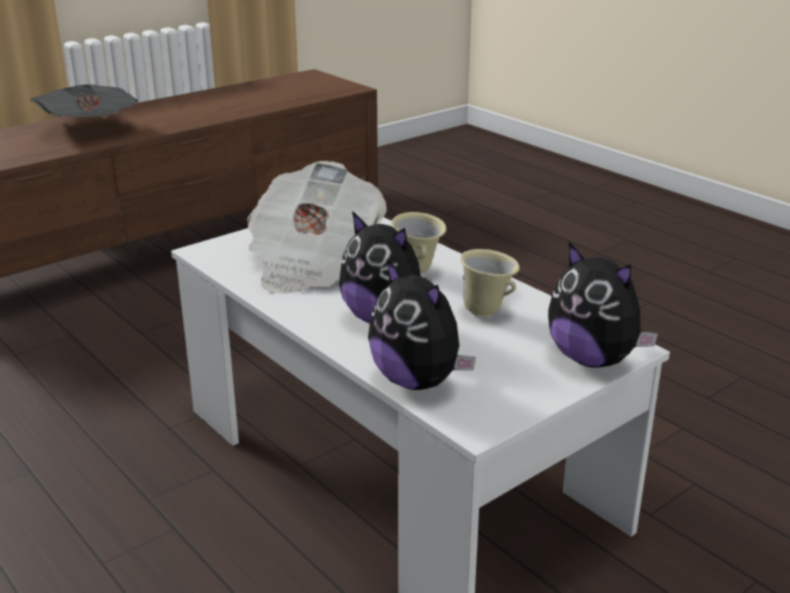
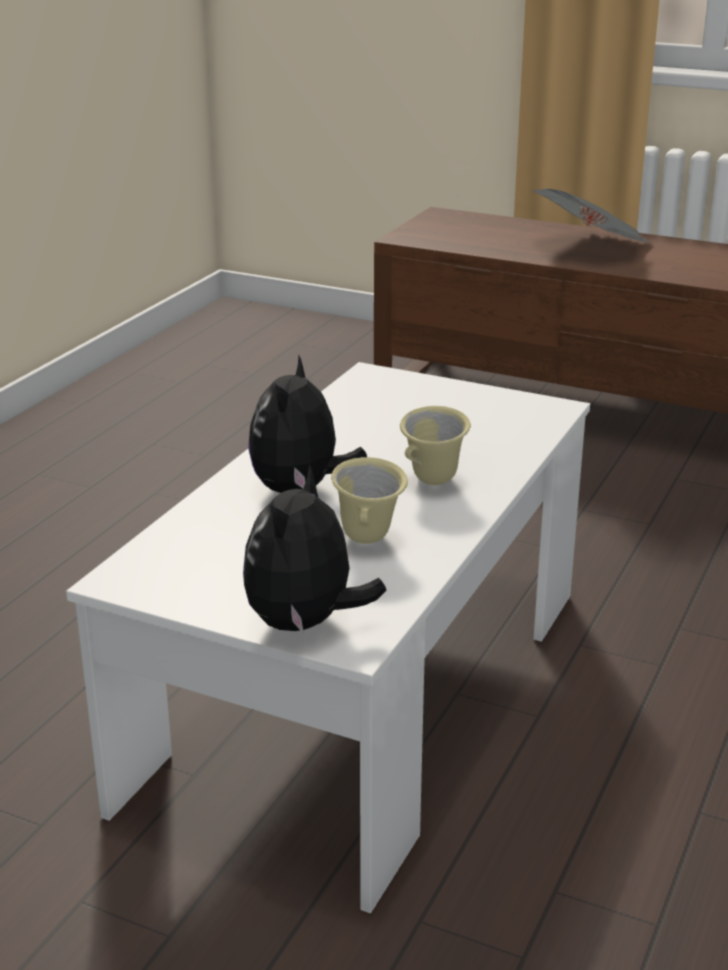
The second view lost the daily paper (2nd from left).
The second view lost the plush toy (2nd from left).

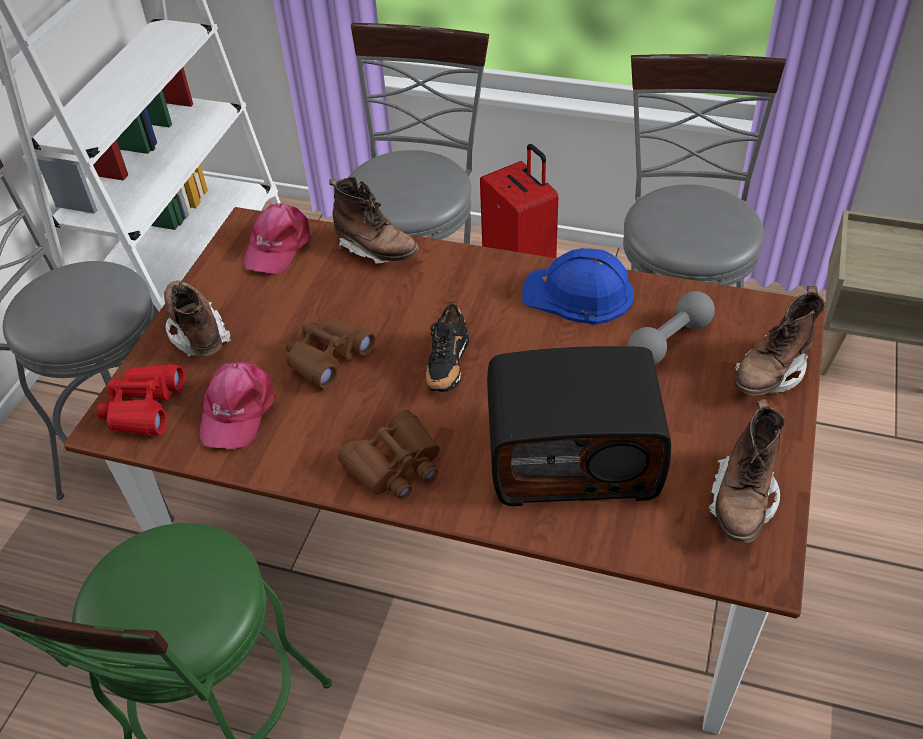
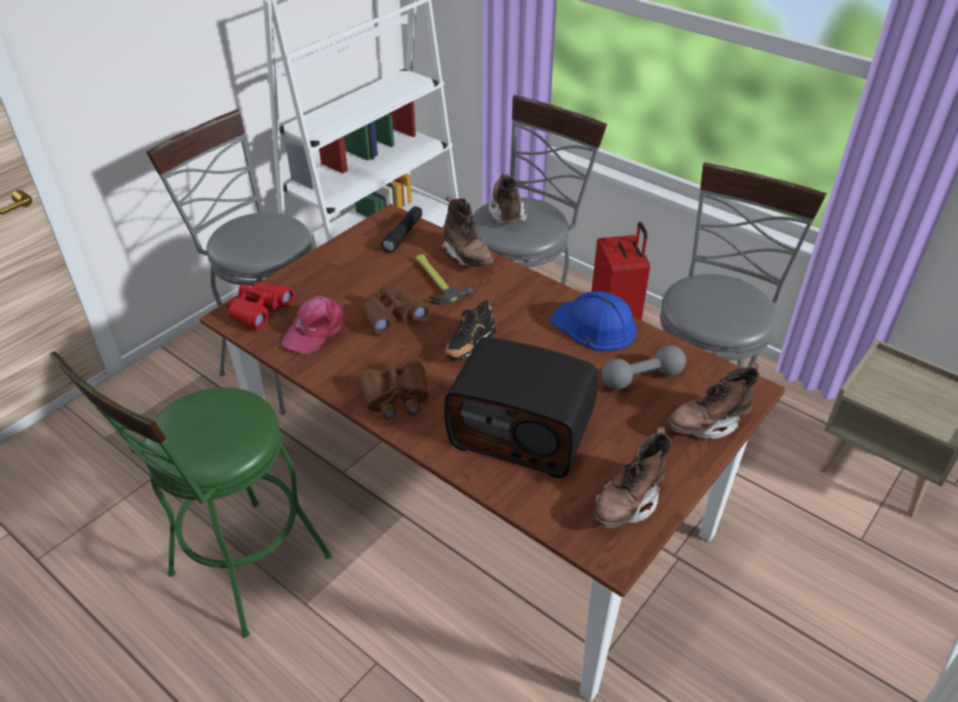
The brown high-top boot (1st from left in the first image) ended up elsewhere.
Where the pinkish baseball cap (2nd from left) stood, the black-coloured flashlight came to stand.
The second view gained the hammer.

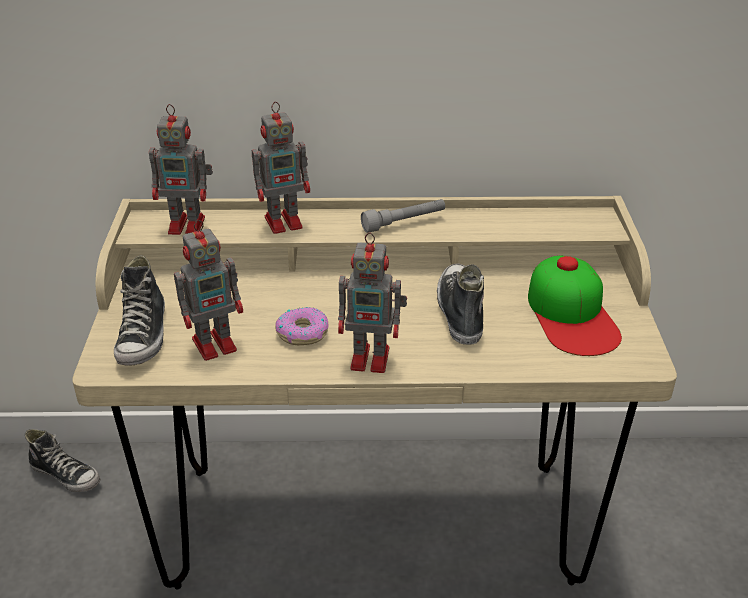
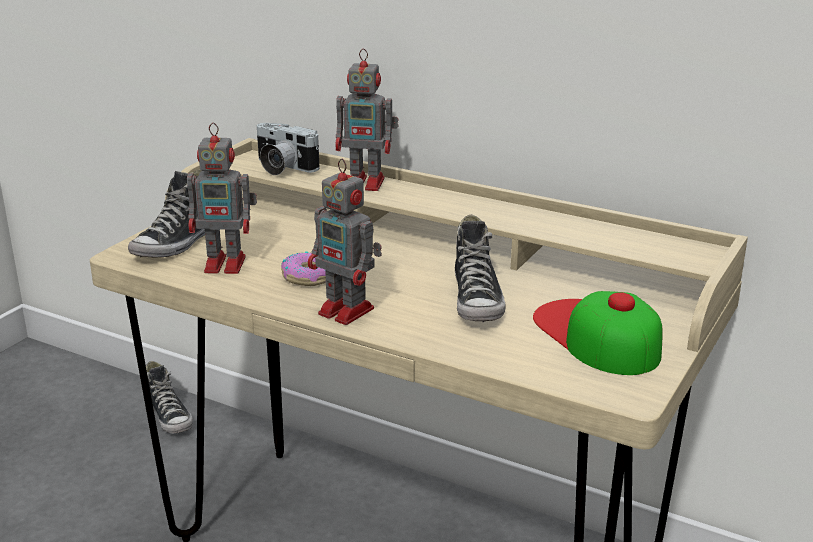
Where the model robot (1st from left) stood, the still camera came to stand.
The second view lost the greyish flashlight.
The shoe (3rd from left) ended up facing another way, 150 degrees clockwise from before.
The baseball cap ended up facing another way, 135 degrees clockwise from before.

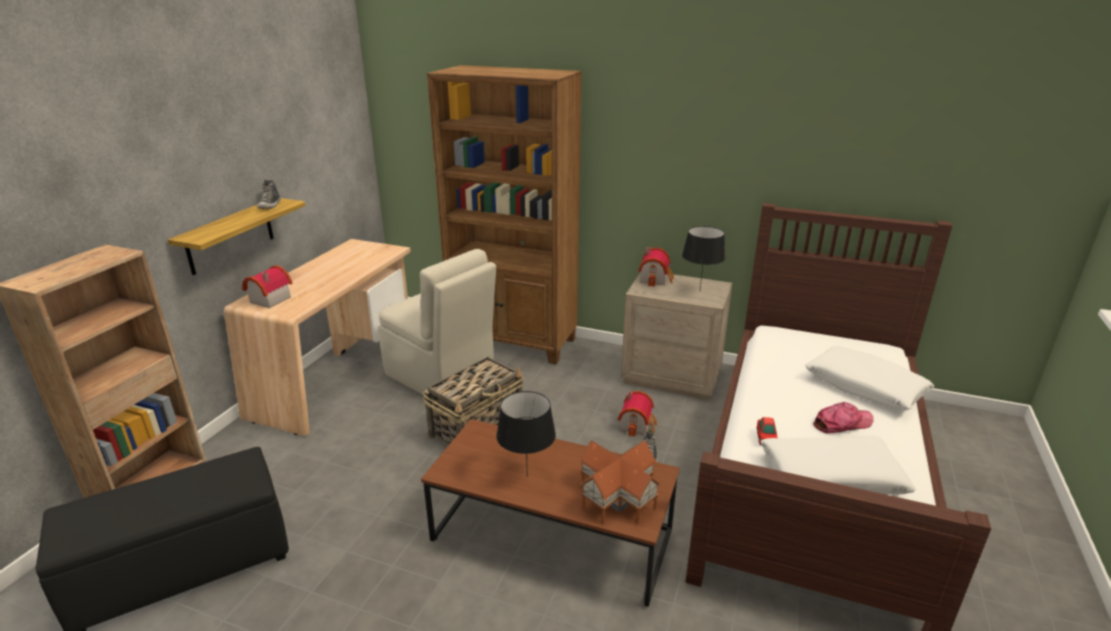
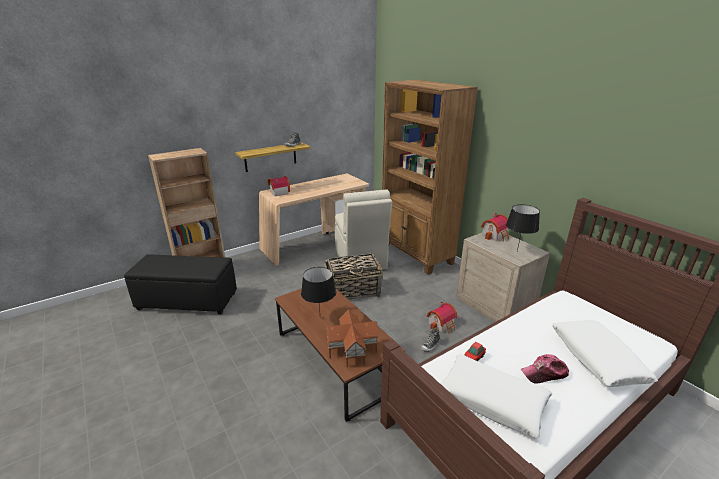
The baseball cap ended up facing another way, 150 degrees clockwise from before.

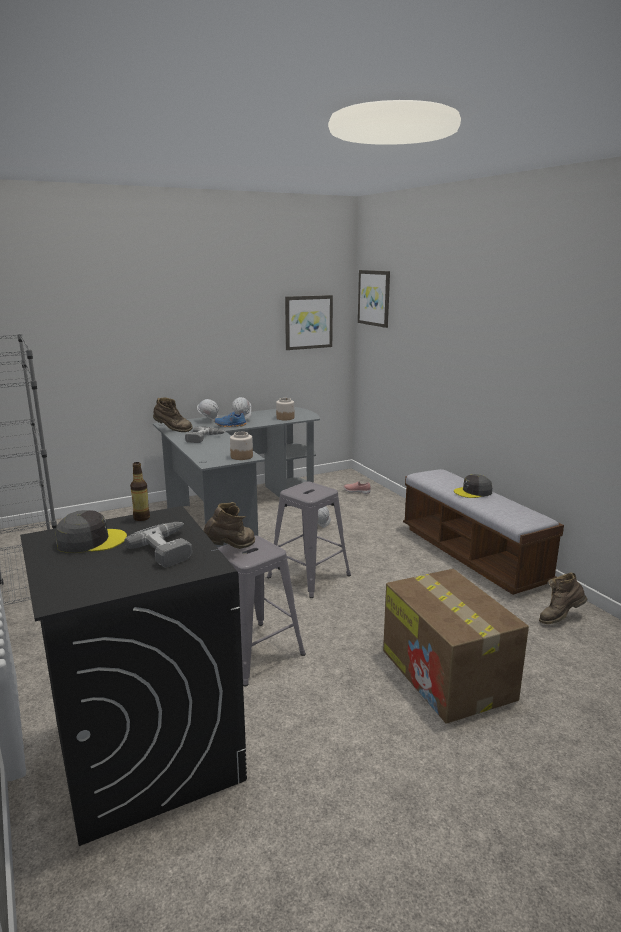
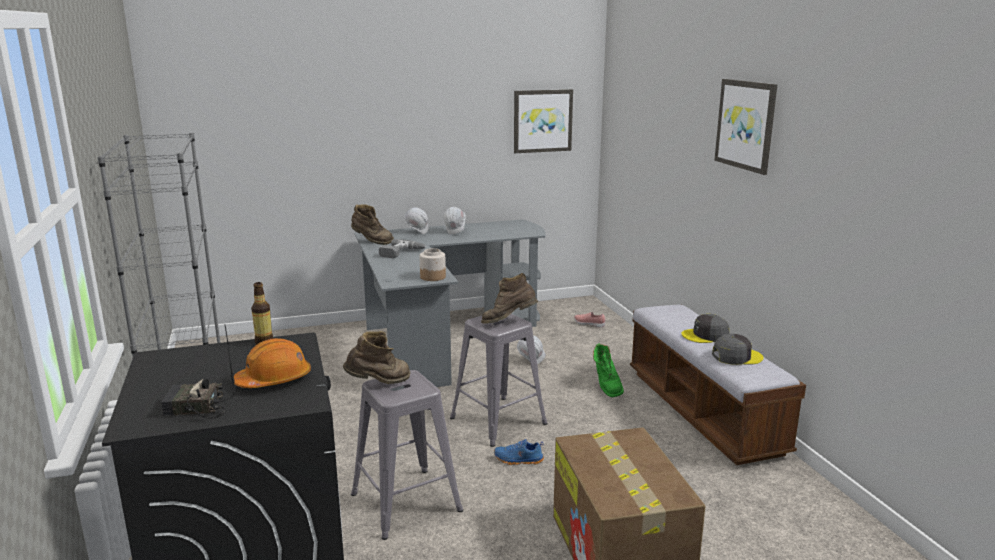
The greyish baseball cap (1st from left in the first image) ended up elsewhere.
Where the electric drill (1st from left) stood, the orange-coloured hard hat came to stand.
The bluish shoe ended up elsewhere.
The second view lost the jar (2nd from left).
The wall art (2nd from left) ended up elsewhere.
The brown high-top boot (3rd from left) ended up elsewhere.
The second view gained the radio.
The second view gained the green-coloured high-top boot.

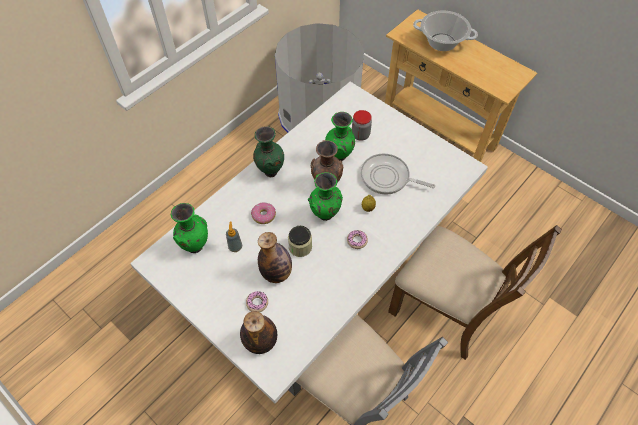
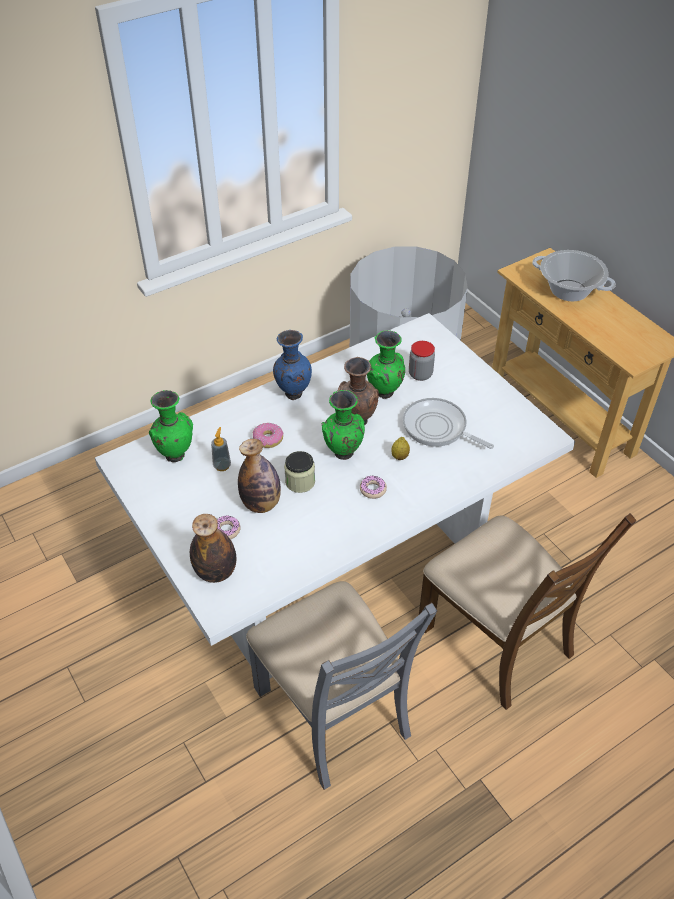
What was the green-coloured decorative vase (2nd from left) turned into the bluish decorative vase.

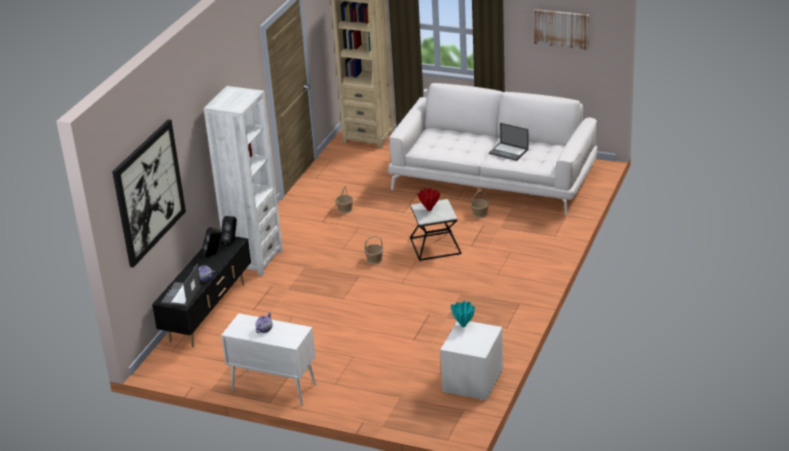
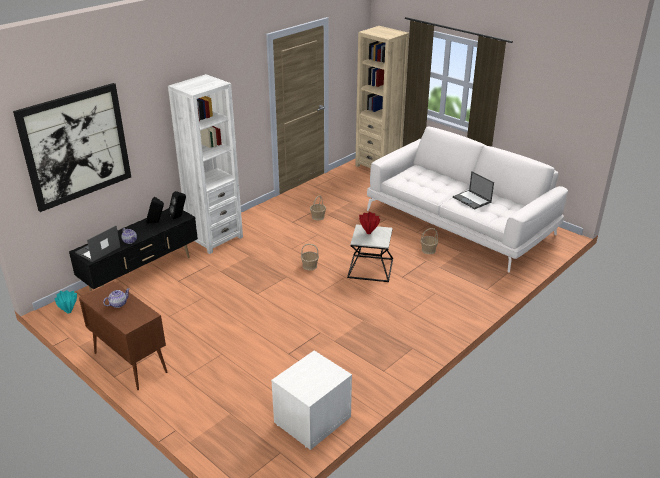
What was the white cabinet turned into the brown cabinet.
The blue-green decorative vase ended up elsewhere.
The second view lost the wall art (2nd from left).

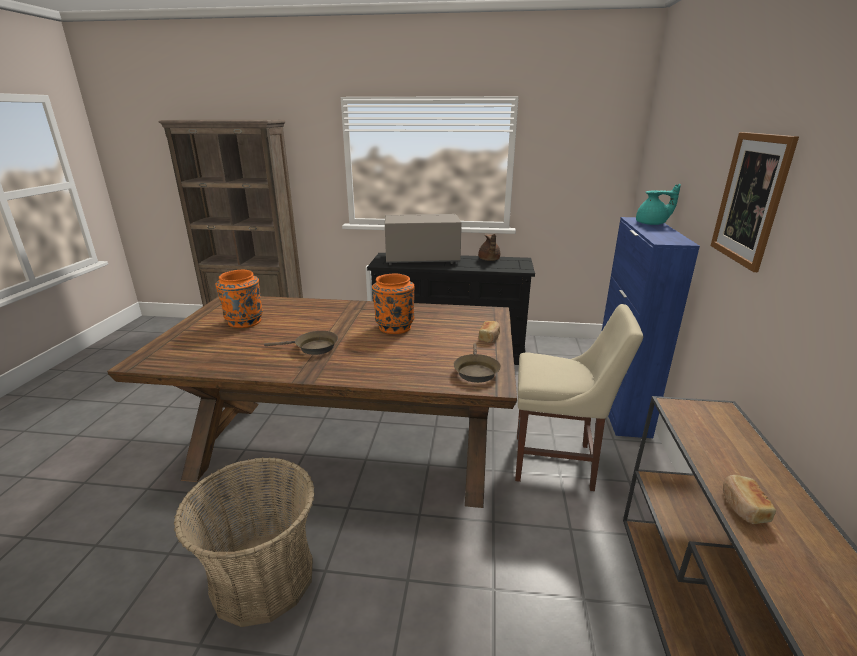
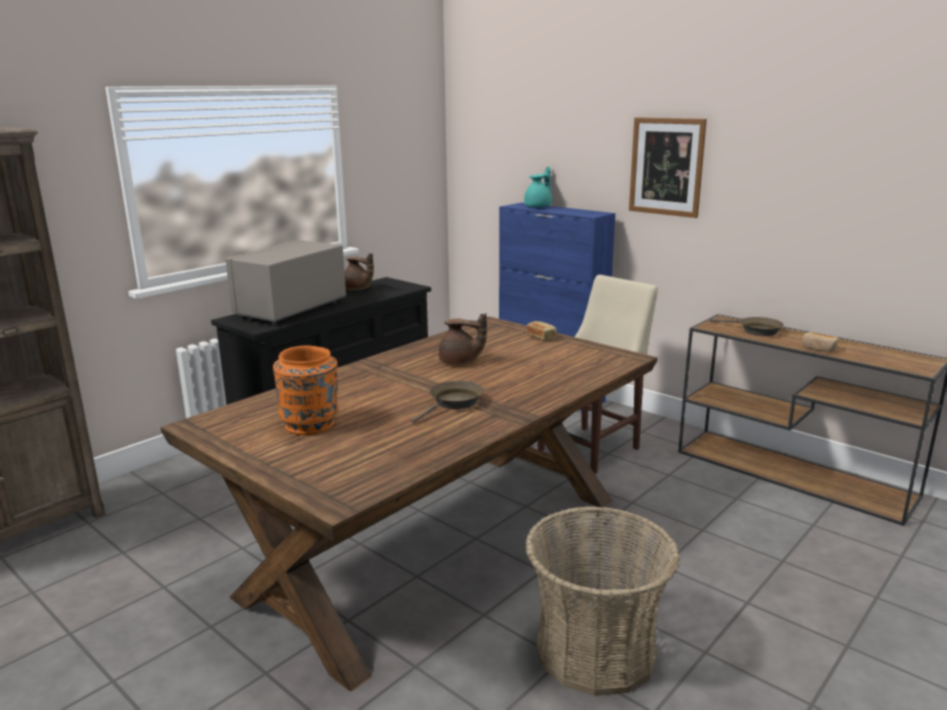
Where the orange-coloured decorative vase (2nd from left) stood, the brown pot for tea (2nd from left) came to stand.
The brown pan (2nd from left) ended up elsewhere.

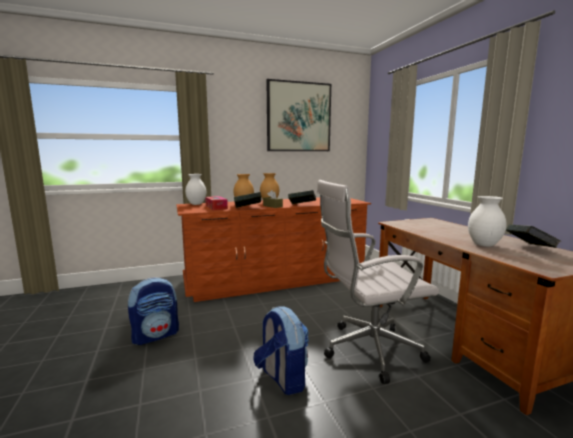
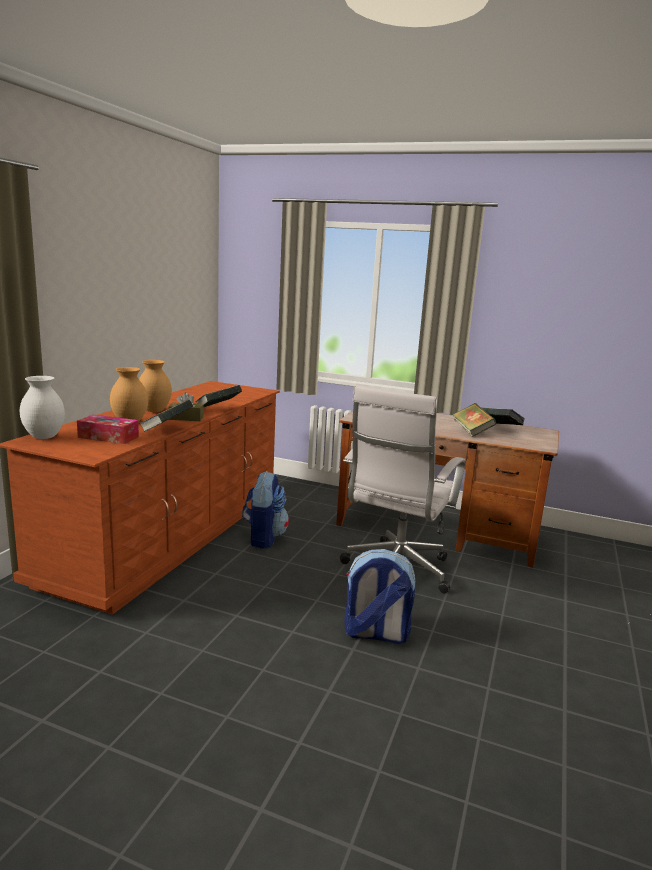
The rucksack (1st from left) ended up elsewhere.
The second view lost the wall art.
Where the white decorative vase (2nd from left) stood, the bound book (3rd from left) came to stand.

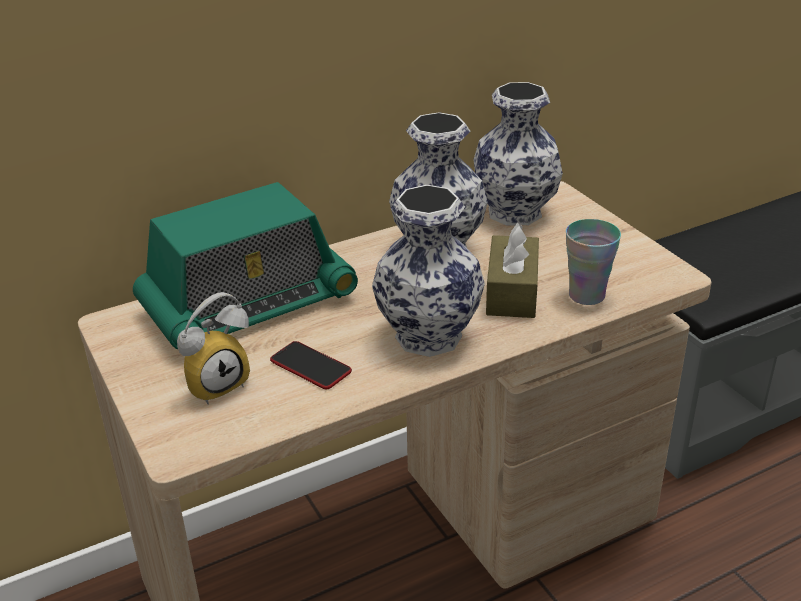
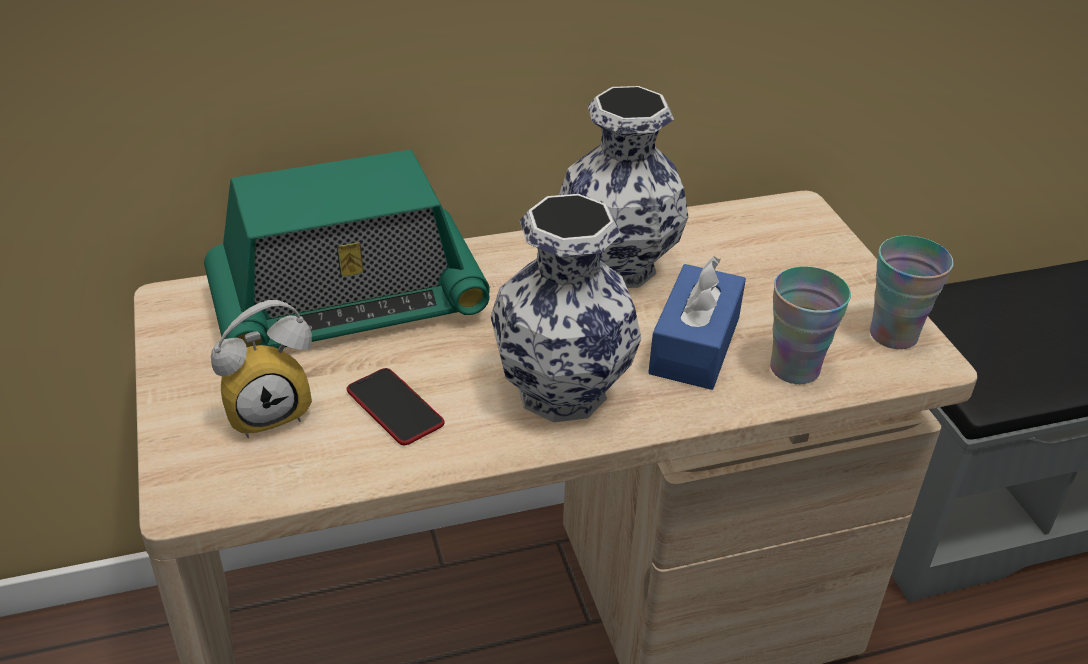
The second view lost the decorative vase (3rd from left).
What was the brown tissue holder turned into the bluish tissue holder.
The second view gained the small cup (2nd from left).

